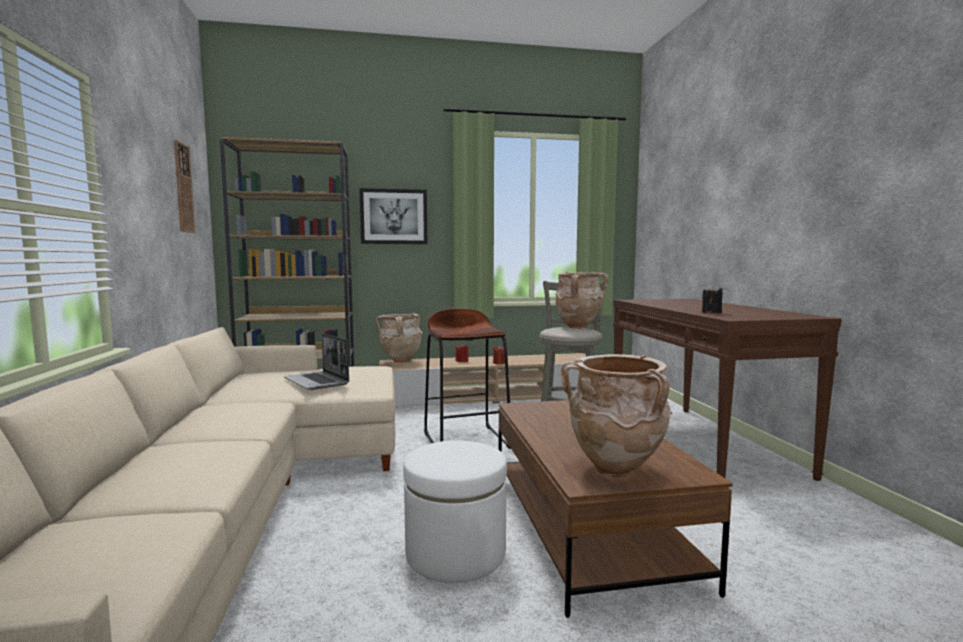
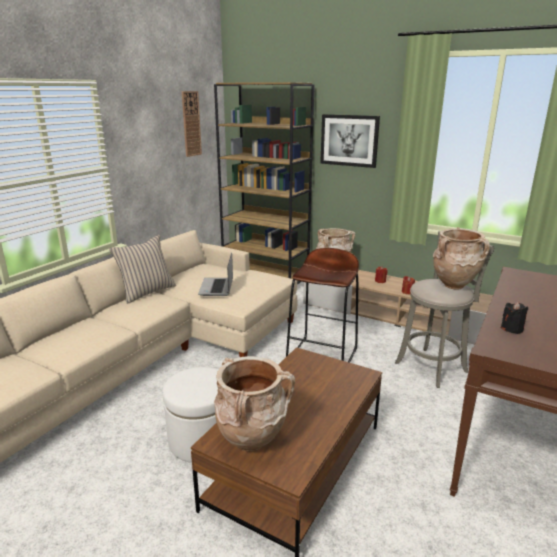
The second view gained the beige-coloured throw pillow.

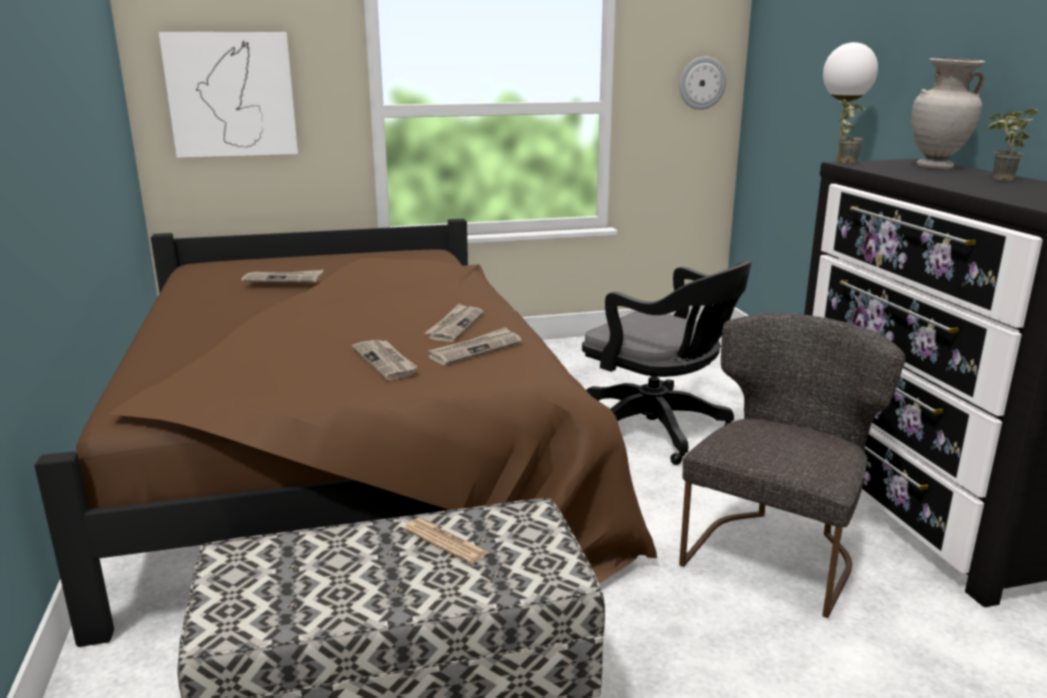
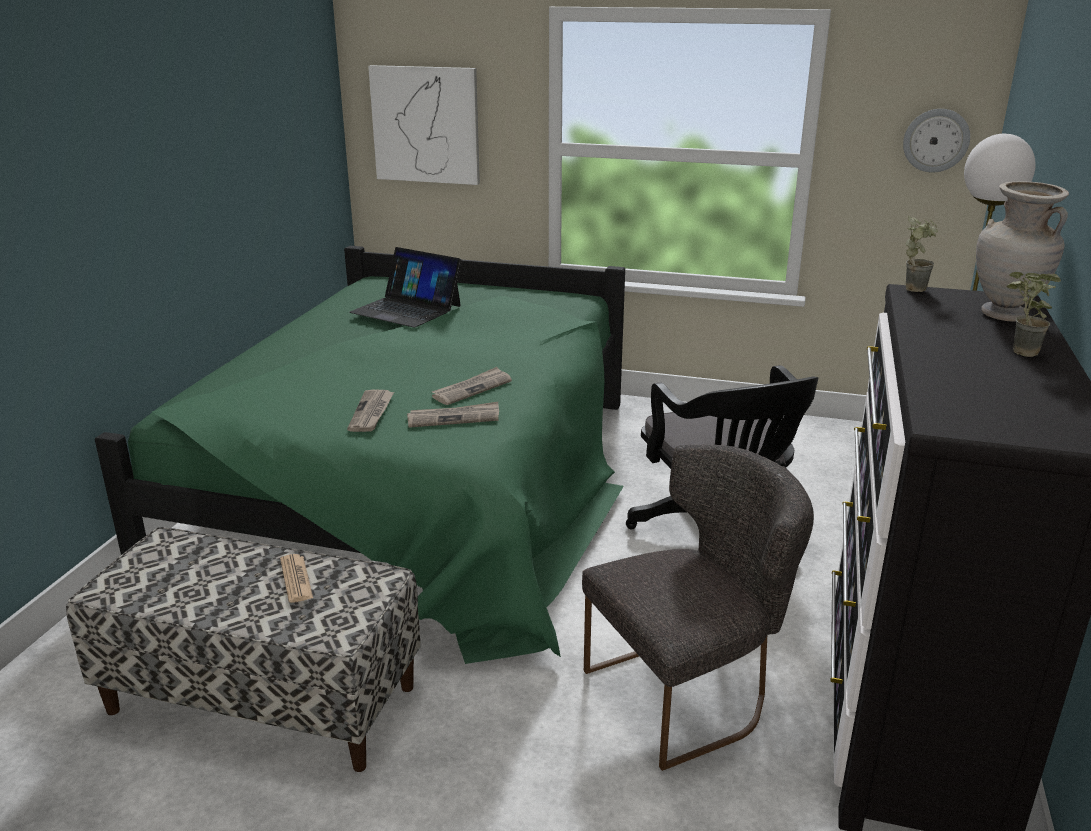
What was the brown sleeping bed turned into the green-coloured sleeping bed.
Where the daily paper (1st from left) stood, the portable computer came to stand.

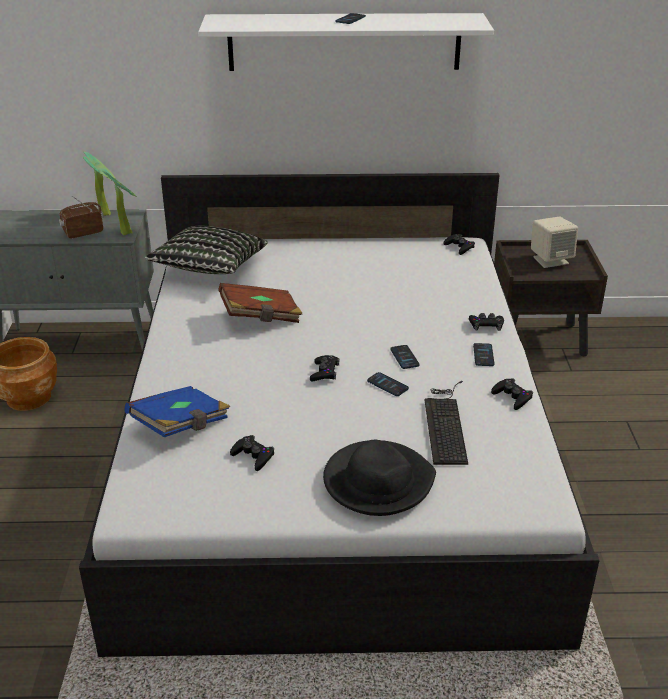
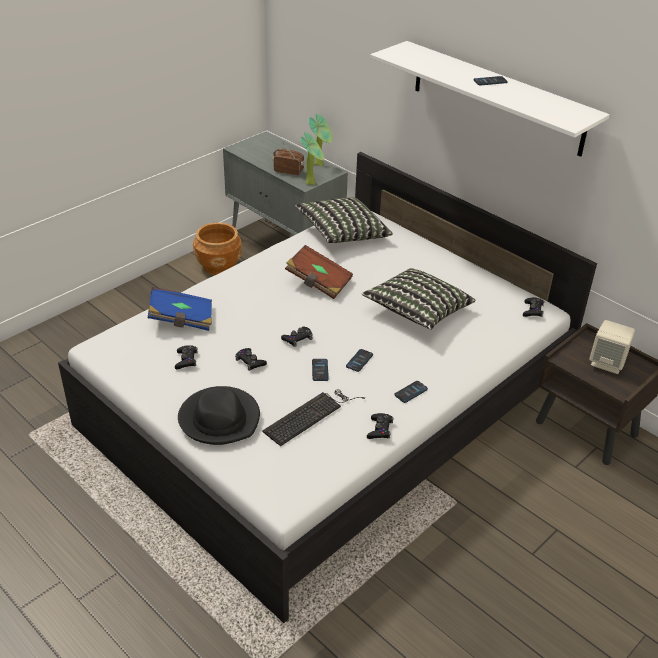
The black-coloured game controller (4th from left in the first image) ended up elsewhere.
The second view gained the throw pillow (2nd from left).

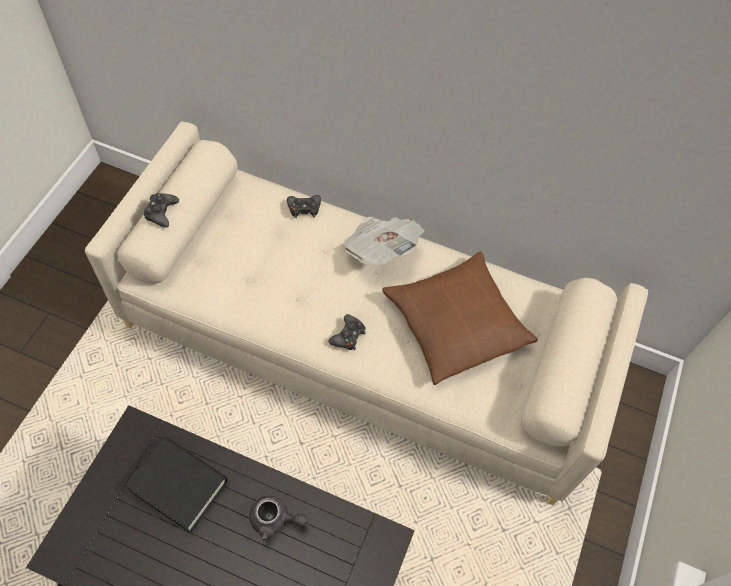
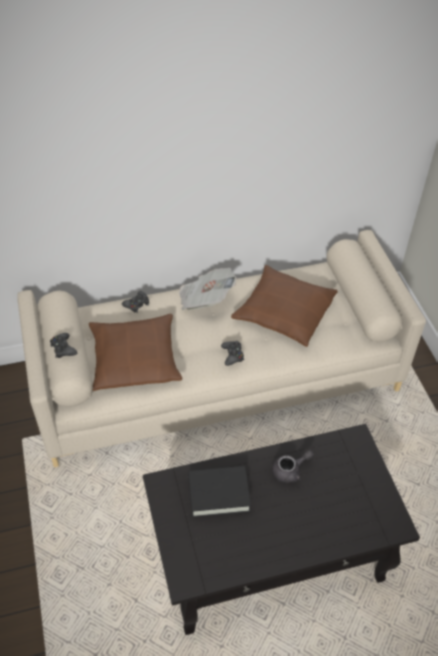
The second view gained the brown throw pillow (1st from left).

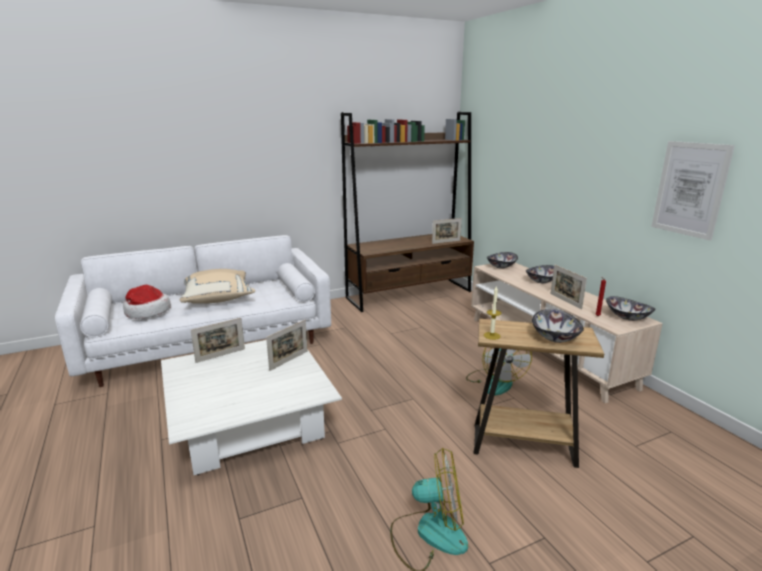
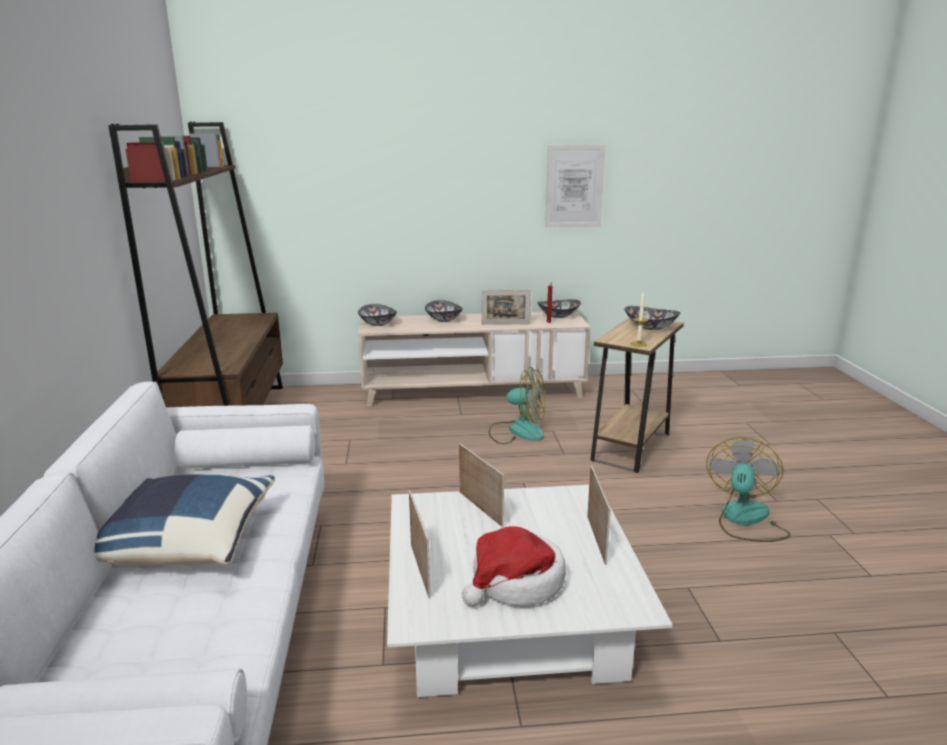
The hat ended up elsewhere.
What was the beige-coloured throw pillow turned into the bluish throw pillow.
The photo frame (3rd from left in the first image) ended up elsewhere.

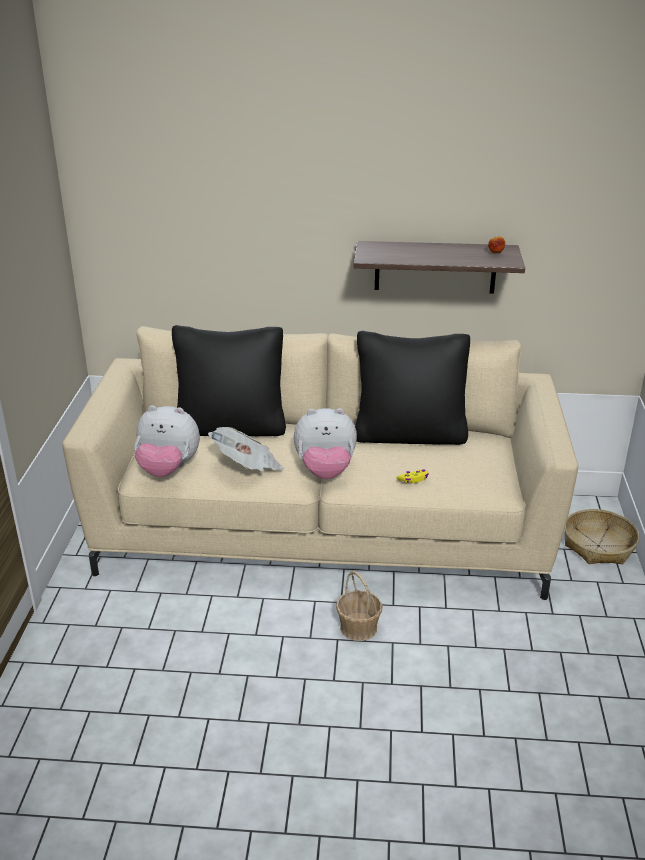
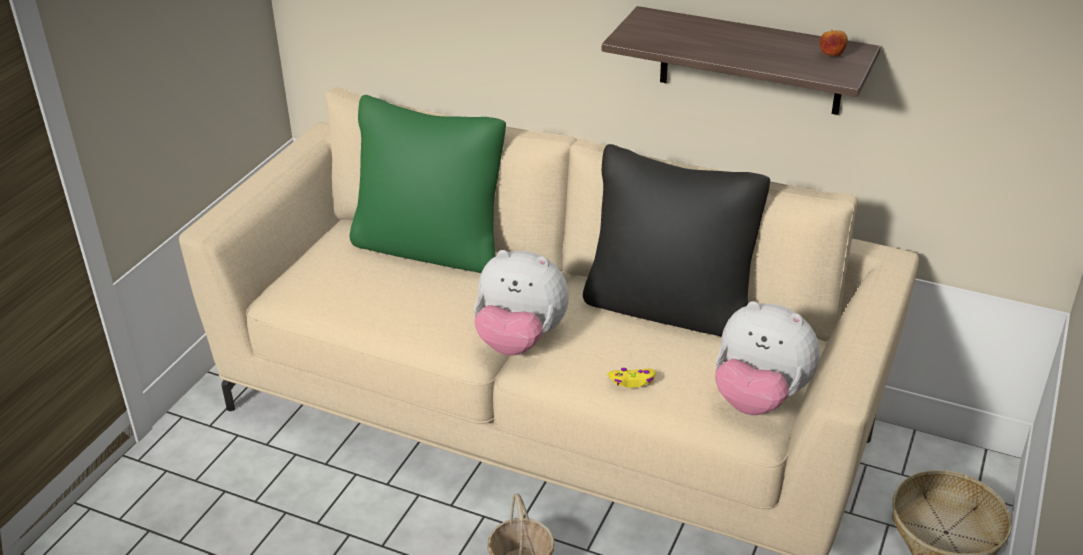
The plush toy (1st from left in the first image) ended up elsewhere.
What was the black-coloured throw pillow (1st from left) turned into the green-coloured throw pillow.
The second view lost the daily paper.

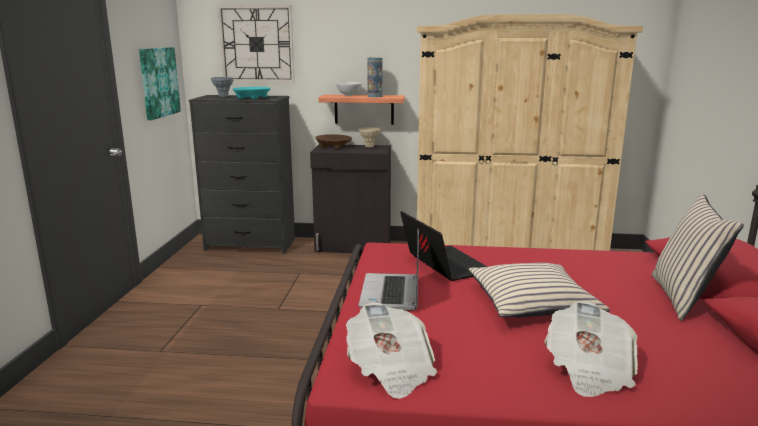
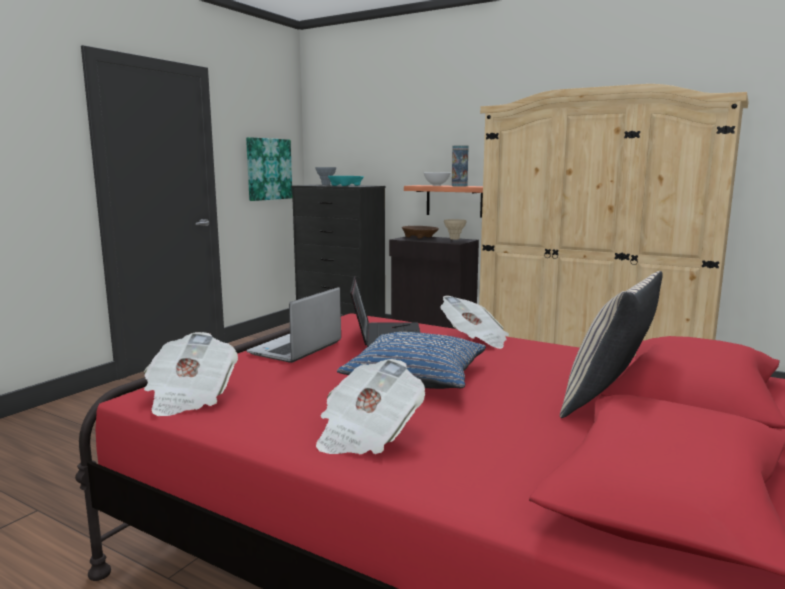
The second view lost the hanging clock.
What was the beige-coloured throw pillow (1st from left) turned into the bluish throw pillow.
The second view gained the daily paper (3rd from left).

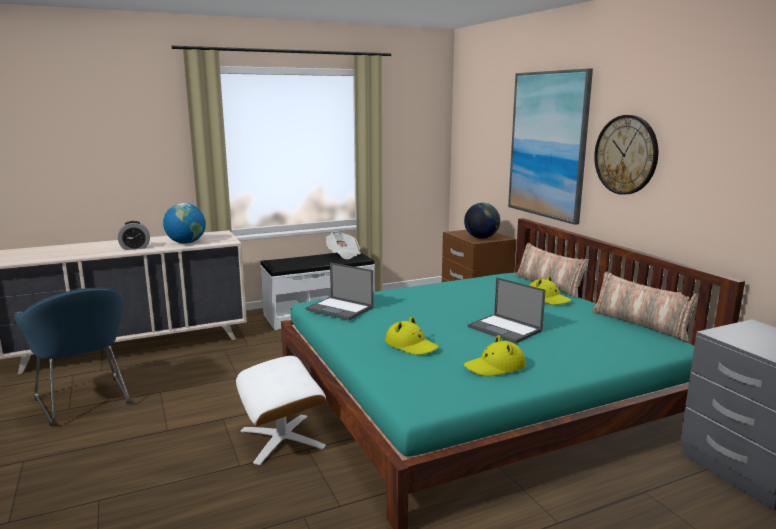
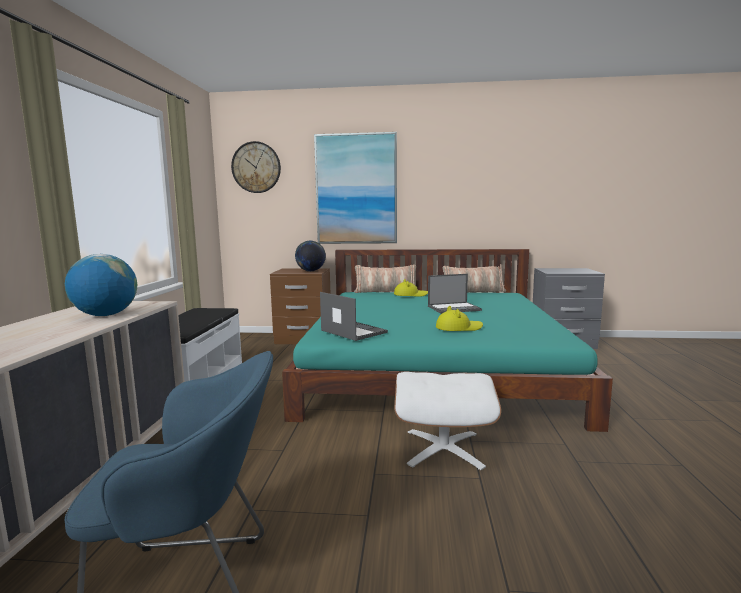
The second view lost the bedside clock.
The portable computer (1st from left) ended up facing another way, 105 degrees counterclockwise from before.
The second view lost the daily paper.
The second view lost the yellow-coloured hat (2nd from left).
The hanging clock ended up elsewhere.

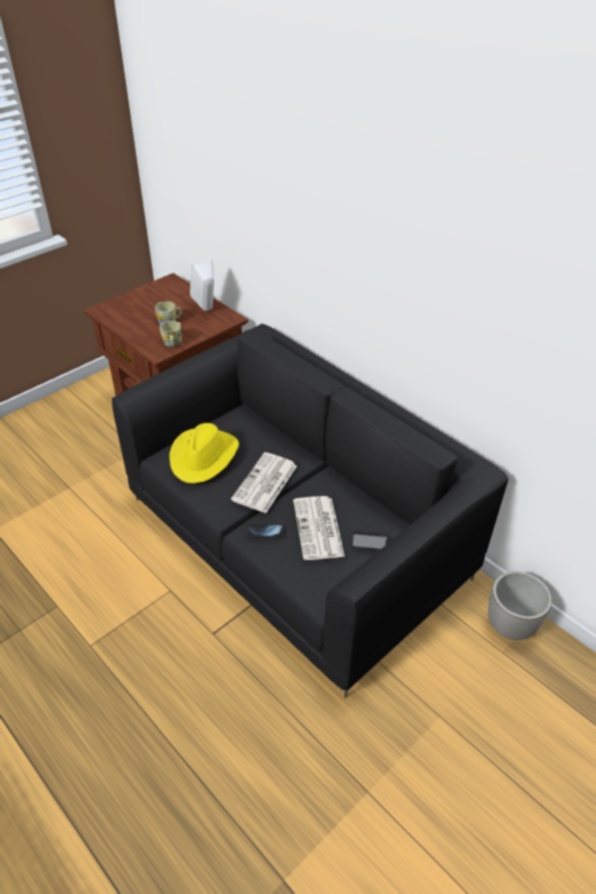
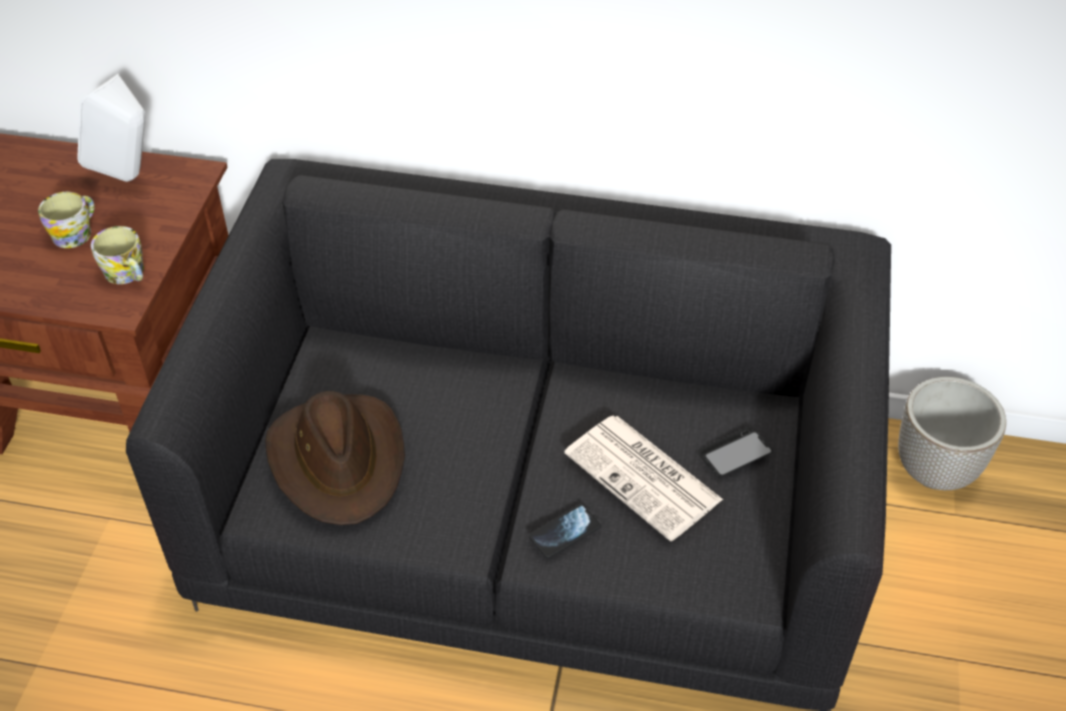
What was the yellow-coloured hat turned into the brown hat.
The second view lost the daily paper (1st from left).

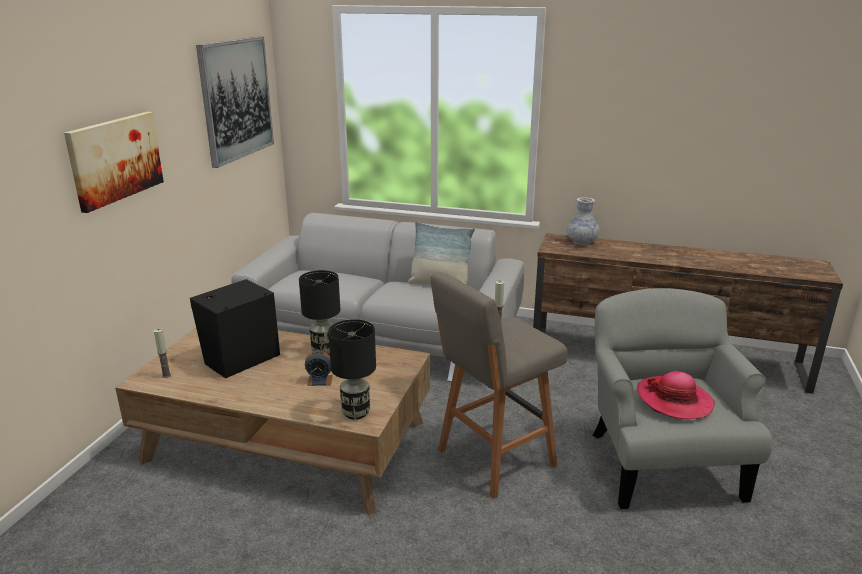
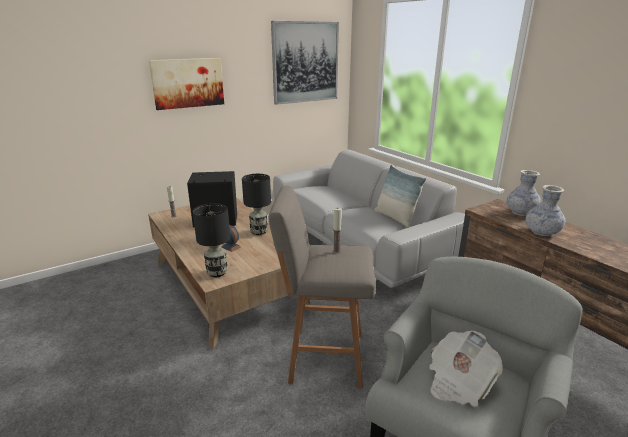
Where the hat stood, the daily paper came to stand.
The second view gained the decorative vase (2nd from left).

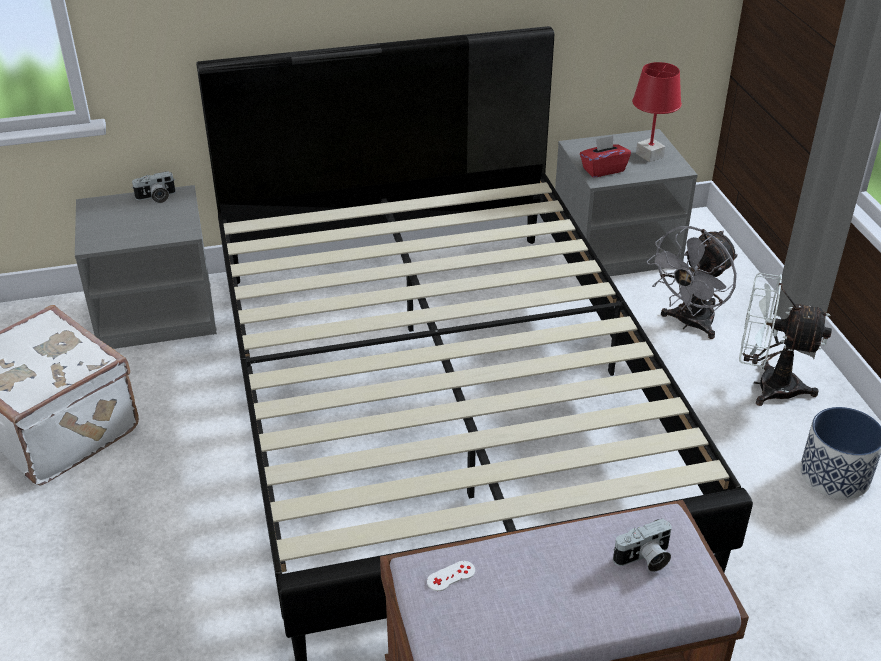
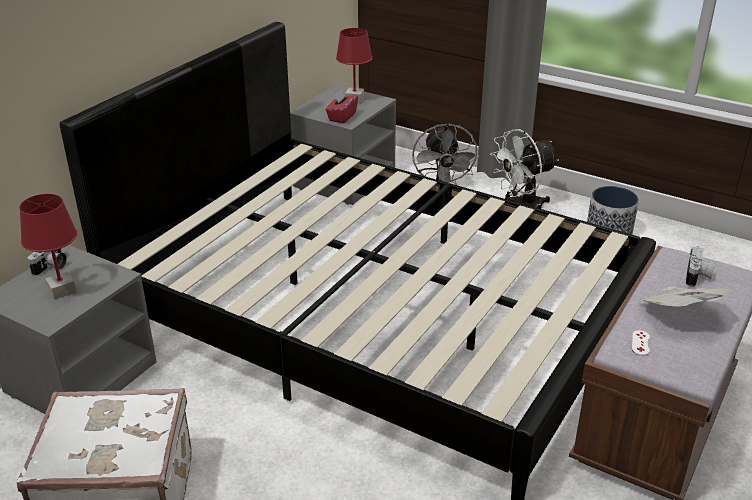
The second view gained the red-coloured table lamp (1st from left).
The second view gained the daily paper.

